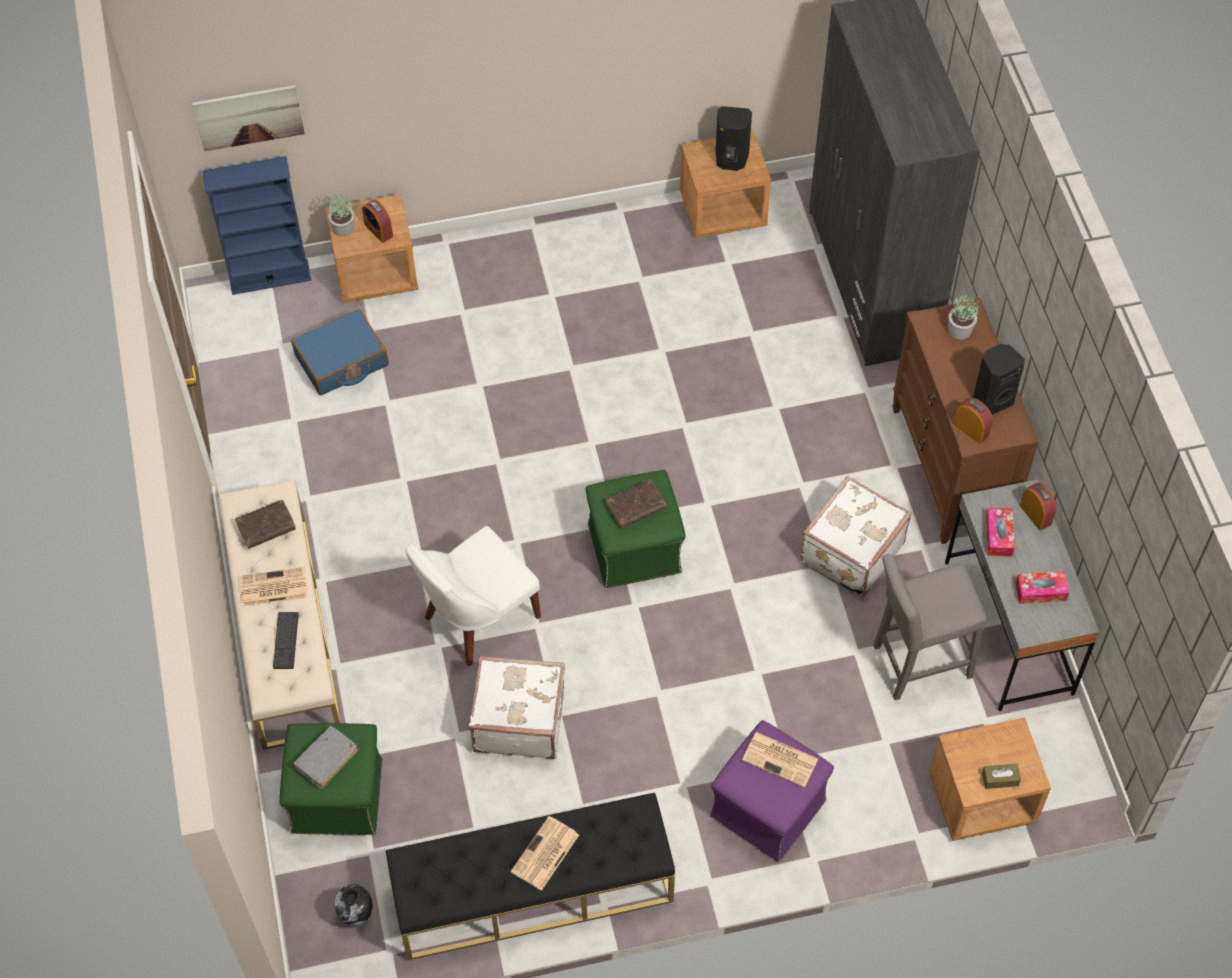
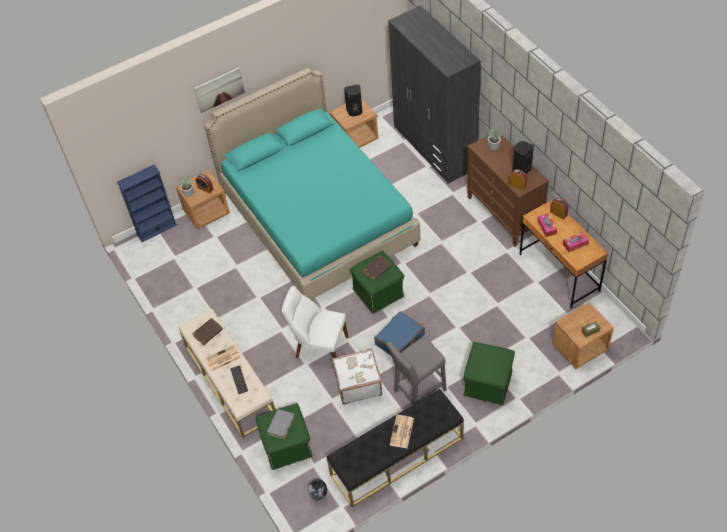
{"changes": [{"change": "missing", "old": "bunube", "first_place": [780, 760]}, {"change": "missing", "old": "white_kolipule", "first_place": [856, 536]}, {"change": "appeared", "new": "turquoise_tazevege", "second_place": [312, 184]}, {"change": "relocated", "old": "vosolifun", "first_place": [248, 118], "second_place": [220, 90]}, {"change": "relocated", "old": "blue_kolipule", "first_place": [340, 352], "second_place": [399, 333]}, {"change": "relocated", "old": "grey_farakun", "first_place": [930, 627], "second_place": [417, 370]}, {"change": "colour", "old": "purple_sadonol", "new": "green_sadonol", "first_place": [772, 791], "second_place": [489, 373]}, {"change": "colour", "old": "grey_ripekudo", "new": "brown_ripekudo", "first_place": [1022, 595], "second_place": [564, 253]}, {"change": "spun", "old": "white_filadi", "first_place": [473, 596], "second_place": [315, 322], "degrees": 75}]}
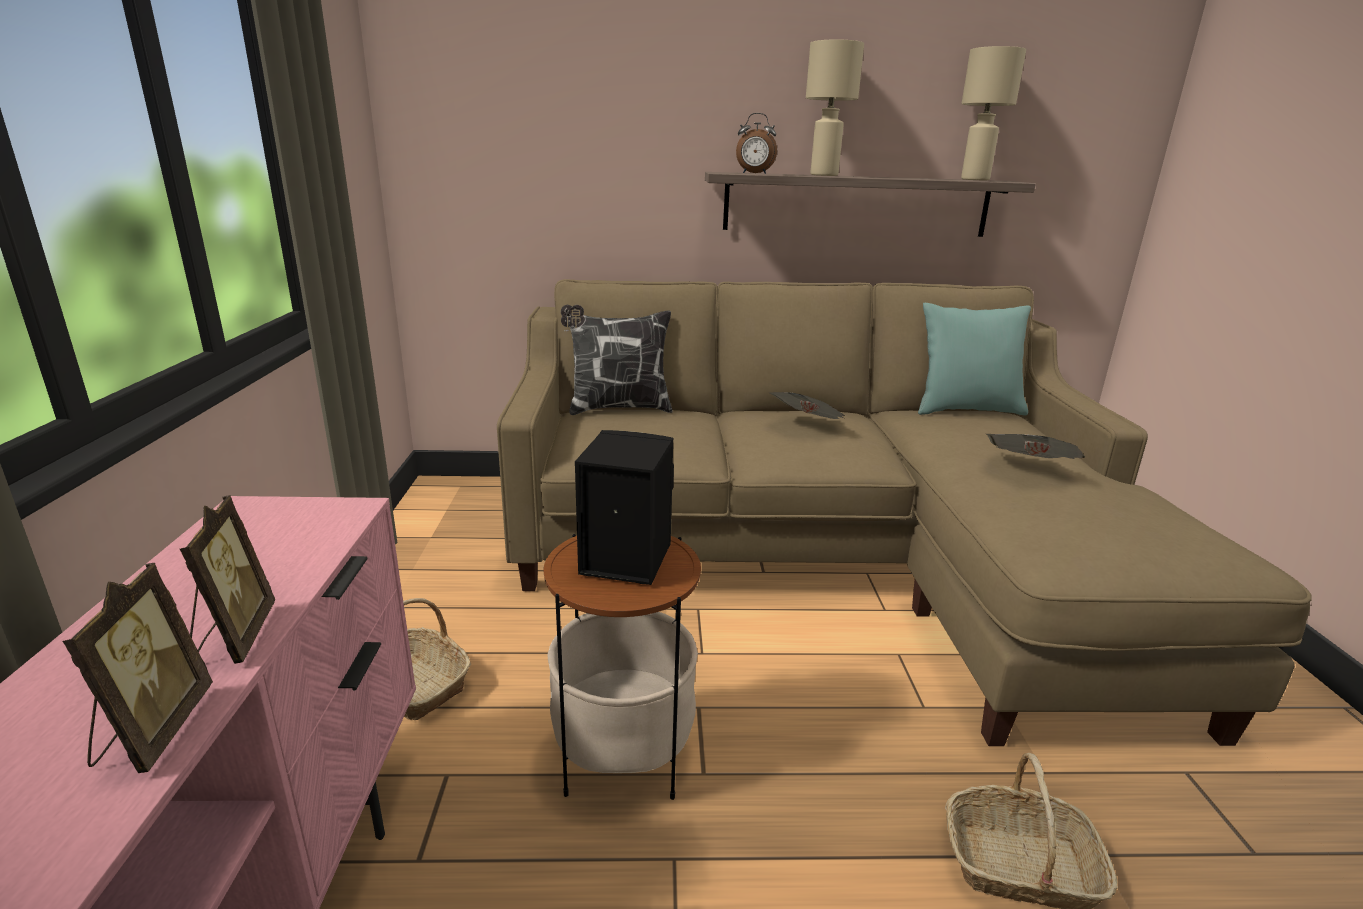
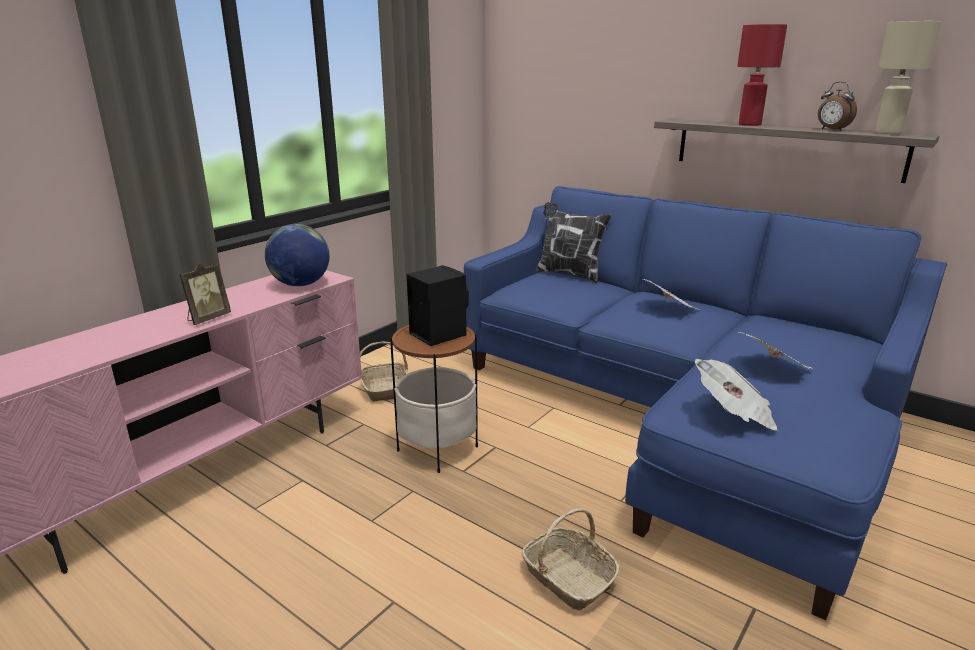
{"changes": [{"change": "missing", "old": "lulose", "first_place": [227, 579]}, {"change": "missing", "old": "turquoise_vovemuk", "first_place": [974, 359]}, {"change": "appeared", "new": "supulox", "second_place": [297, 255]}, {"change": "appeared", "new": "bunube", "second_place": [736, 395]}, {"change": "relocated", "old": "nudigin", "first_place": [756, 143], "second_place": [837, 106]}, {"change": "colour", "old": "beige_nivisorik", "new": "blue_nivisorik", "first_place": [904, 512], "second_place": [705, 403]}, {"change": "colour", "old": "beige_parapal", "new": "red_parapal", "first_place": [835, 107], "second_place": [762, 75]}]}
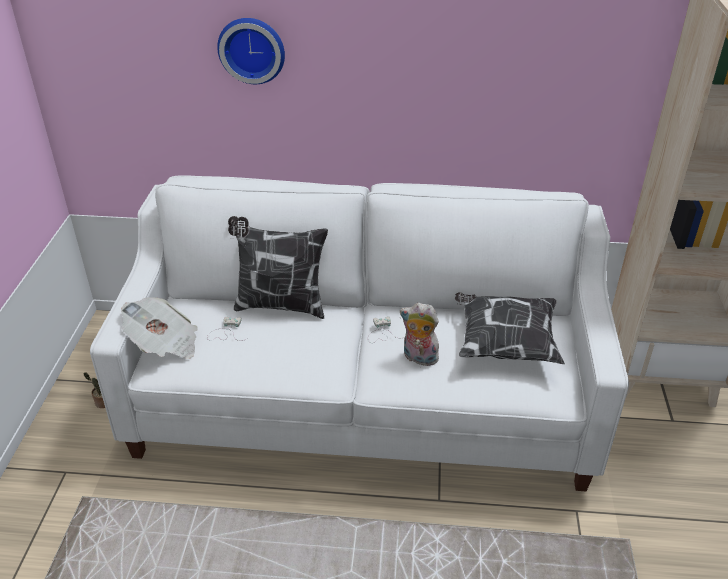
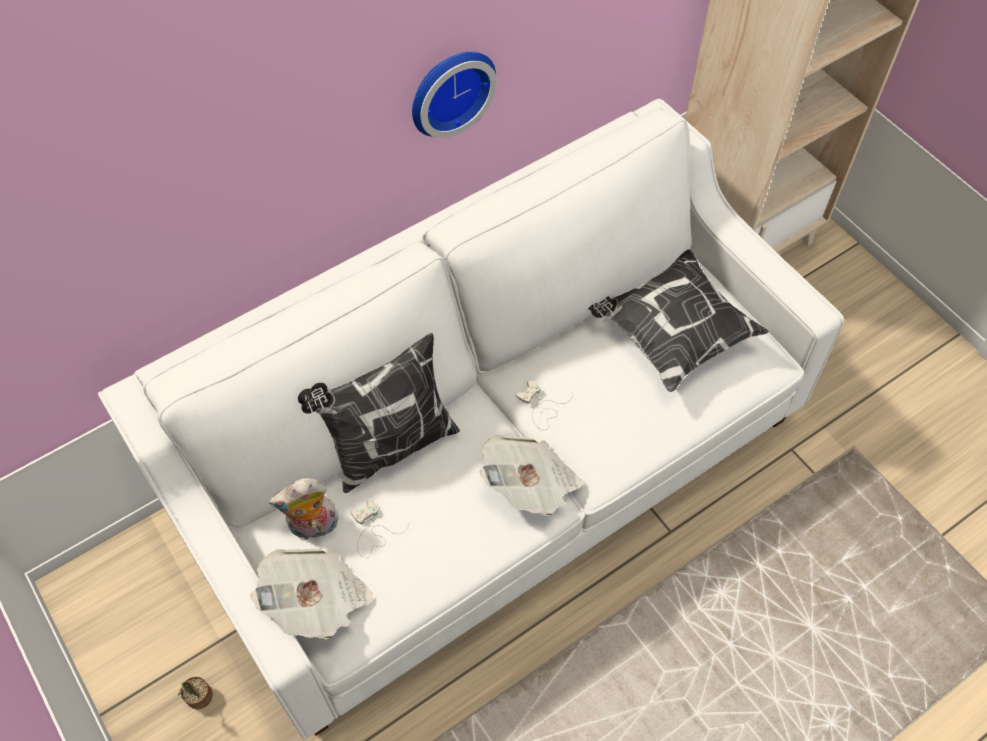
{"changes": [{"change": "appeared", "new": "bunube", "second_place": [531, 475]}, {"change": "relocated", "old": "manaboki", "first_place": [251, 51], "second_place": [454, 95]}, {"change": "relocated", "old": "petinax", "first_place": [419, 334], "second_place": [304, 508]}]}
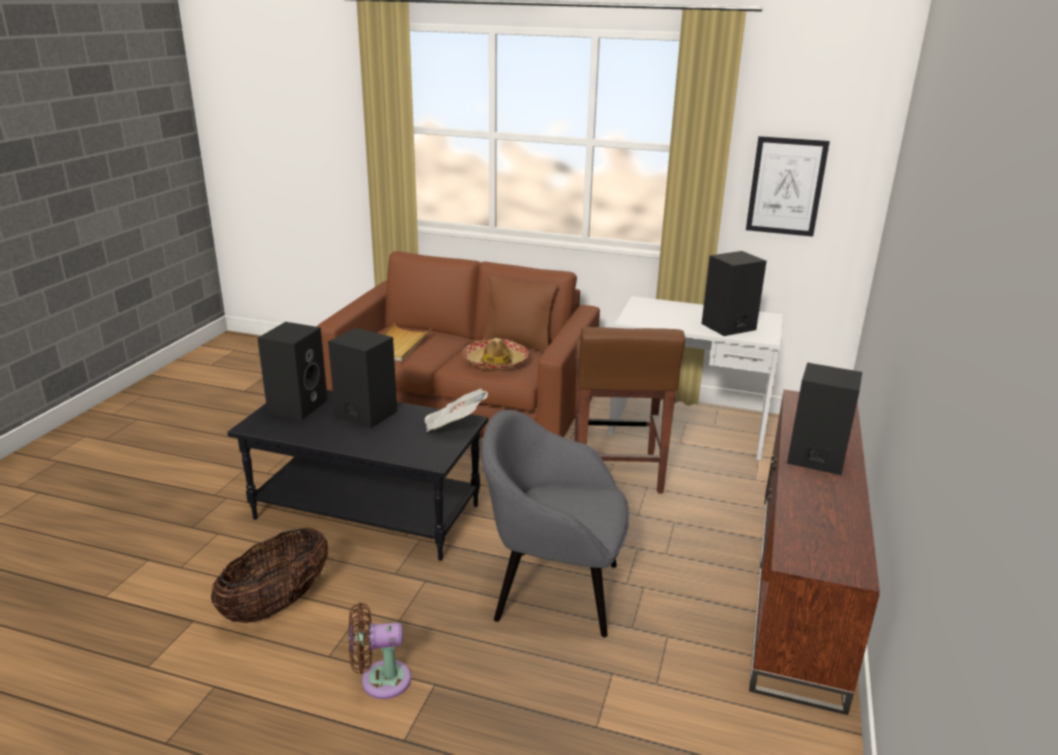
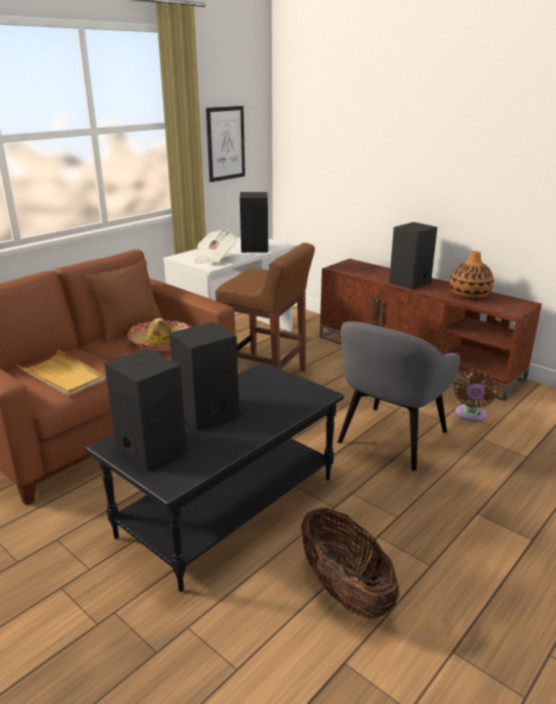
{"changes": [{"change": "appeared", "new": "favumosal", "second_place": [472, 275]}, {"change": "relocated", "old": "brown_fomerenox", "first_place": [380, 651], "second_place": [476, 395]}, {"change": "relocated", "old": "bunube", "first_place": [456, 410], "second_place": [215, 246]}]}
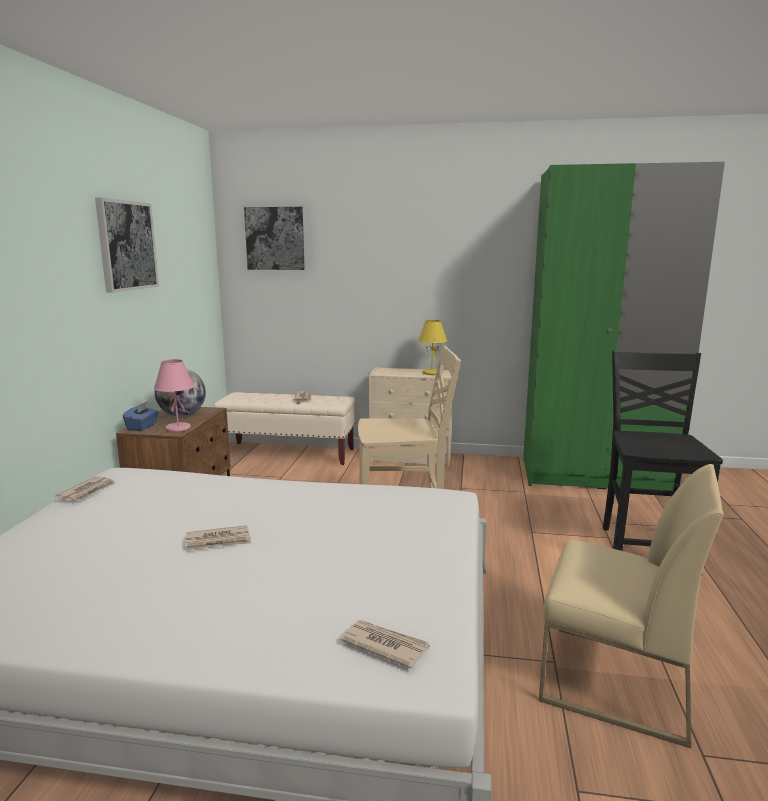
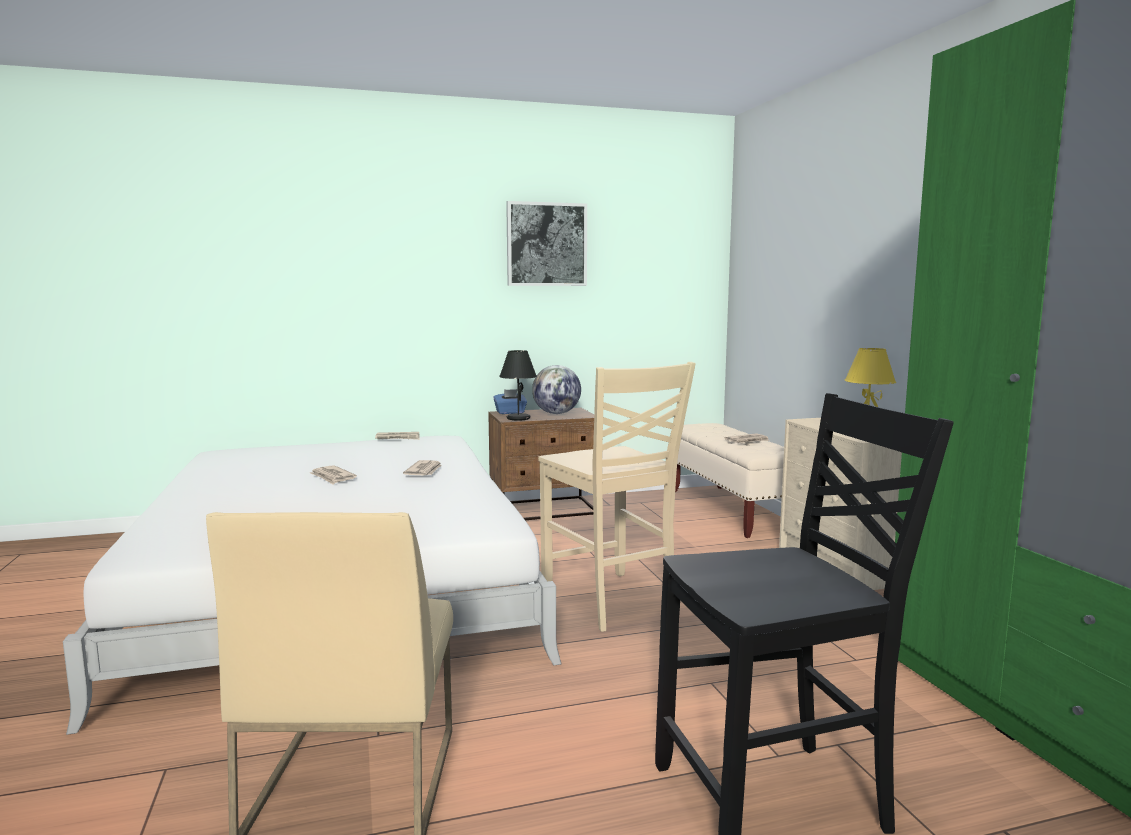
{"changes": [{"change": "missing", "old": "vosolifun", "first_place": [274, 238]}, {"change": "relocated", "old": "bunube", "first_place": [385, 644], "second_place": [422, 467]}, {"change": "colour", "old": "pink_parapal", "new": "black_parapal", "first_place": [174, 395], "second_place": [518, 385]}]}
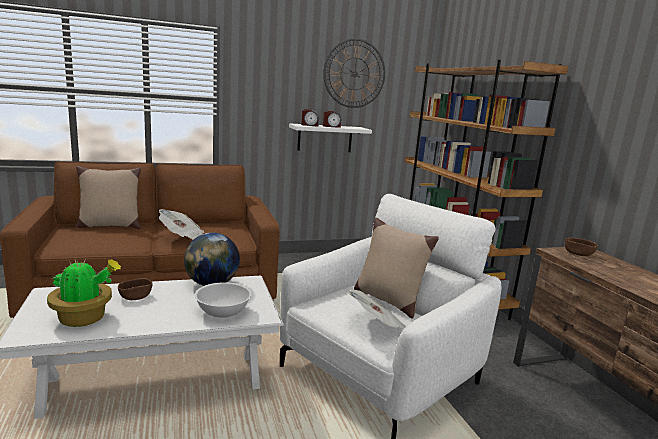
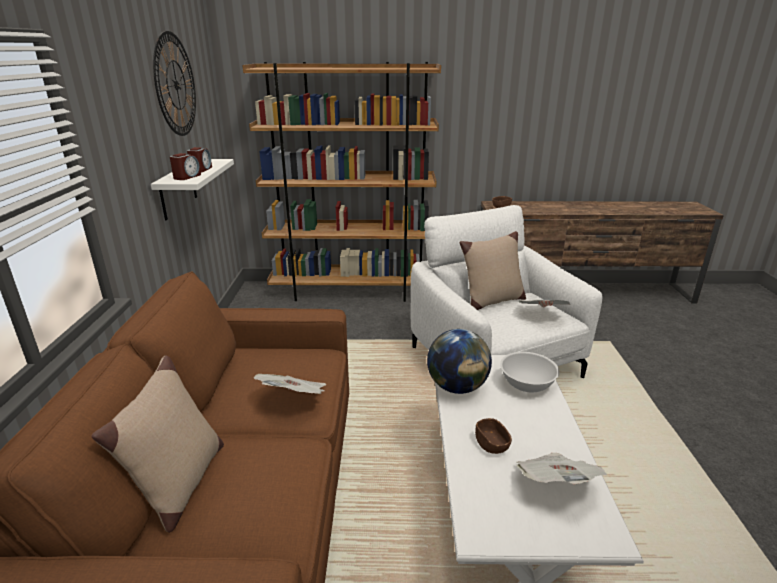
{"changes": [{"change": "exchanged", "old": "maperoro", "new": "bunube", "first_place": [84, 293], "second_place": [561, 468]}]}
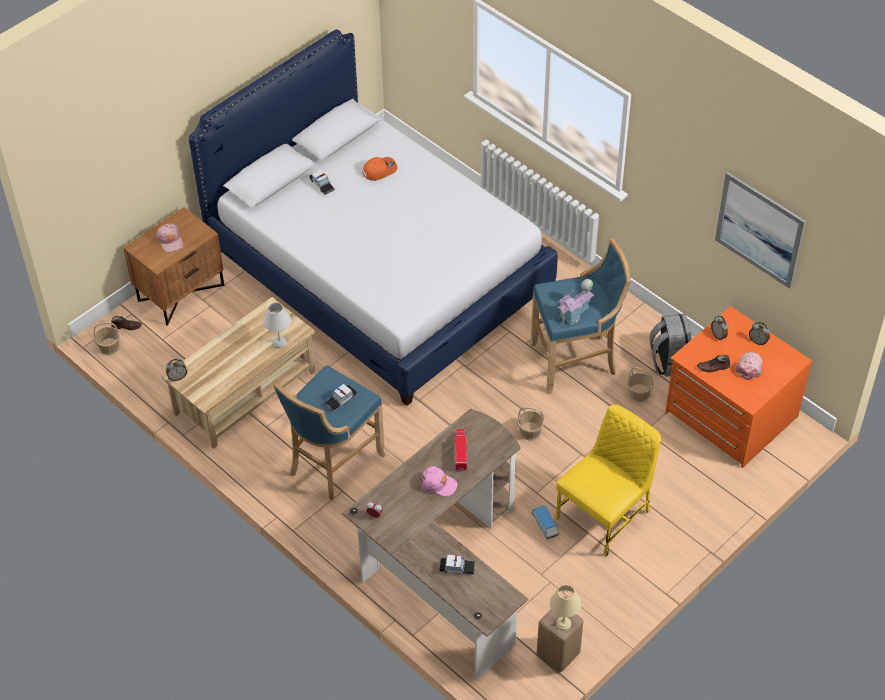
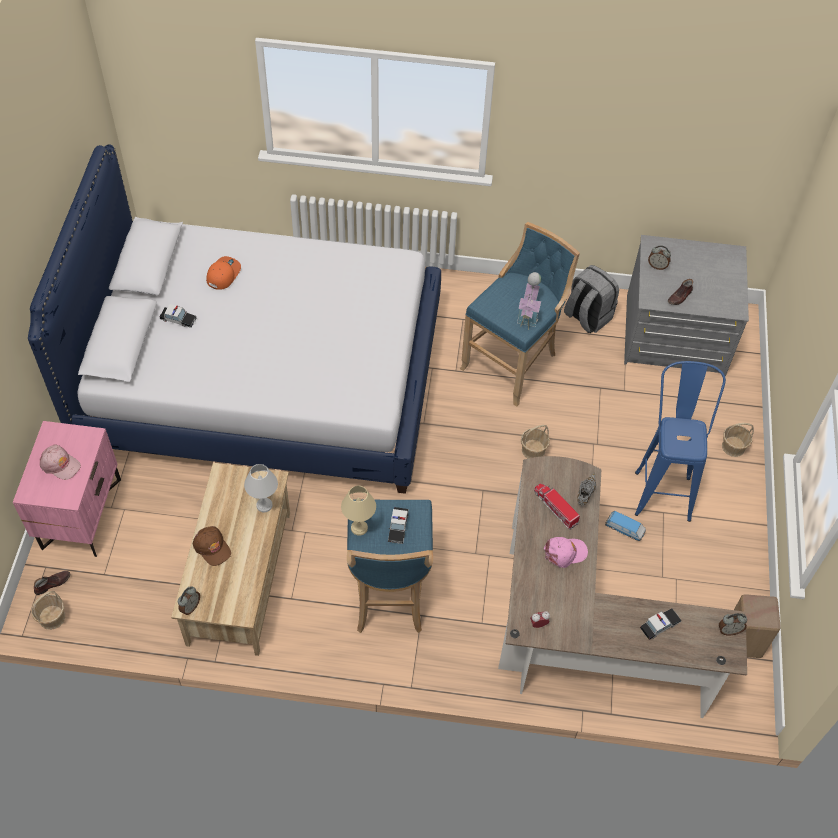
{"changes": [{"change": "missing", "old": "vosolifun", "first_place": [760, 230]}, {"change": "missing", "old": "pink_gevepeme", "first_place": [749, 366]}, {"change": "appeared", "new": "brown_gevepeme", "second_place": [212, 546]}, {"change": "appeared", "new": "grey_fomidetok", "second_place": [586, 489]}, {"change": "relocated", "old": "beige_parapal", "first_place": [565, 608], "second_place": [358, 511]}, {"change": "relocated", "old": "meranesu", "first_place": [640, 384], "second_place": [738, 440]}, {"change": "relocated", "old": "nudigin", "first_place": [759, 333], "second_place": [733, 624]}, {"change": "exchanged", "old": "yellow_filadi", "new": "blue_farakun", "first_place": [608, 481], "second_place": [680, 441]}, {"change": "colour", "old": "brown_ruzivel", "new": "pink_ruzivel", "first_place": [173, 266], "second_place": [67, 489]}, {"change": "colour", "old": "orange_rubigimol", "new": "grey_rubigimol", "first_place": [738, 387], "second_place": [686, 305]}]}
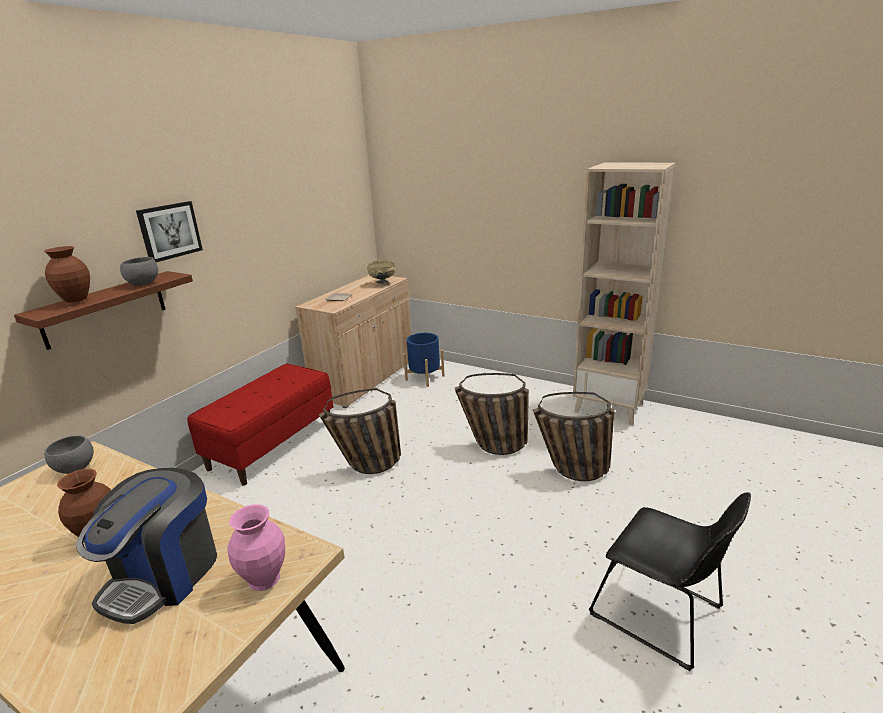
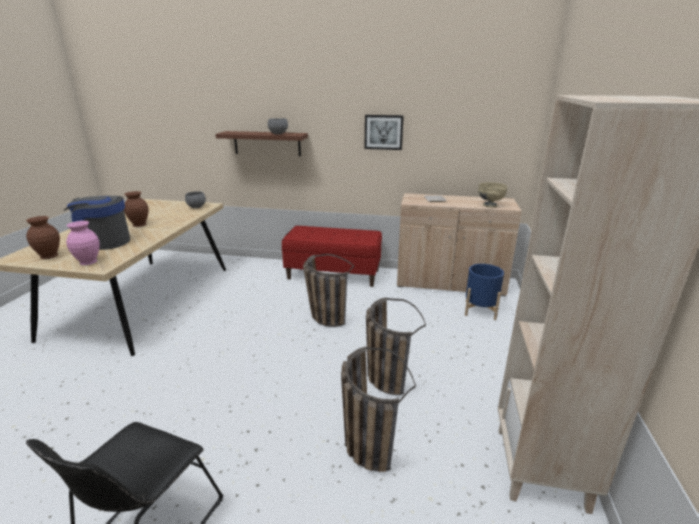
{"changes": [{"change": "relocated", "old": "brown_favumosal", "first_place": [67, 275], "second_place": [43, 237]}, {"change": "relocated", "old": "vosolifun", "first_place": [169, 231], "second_place": [384, 132]}]}
